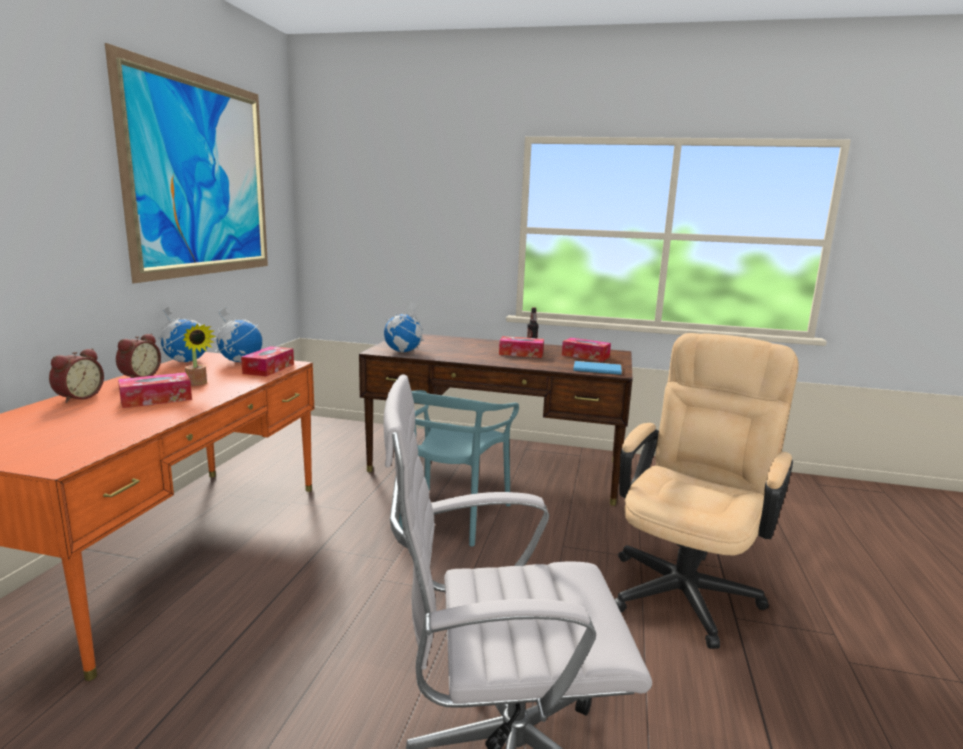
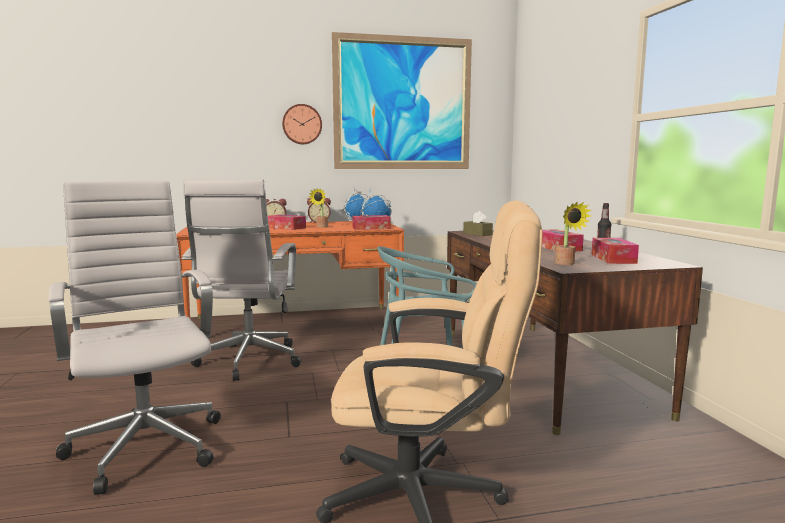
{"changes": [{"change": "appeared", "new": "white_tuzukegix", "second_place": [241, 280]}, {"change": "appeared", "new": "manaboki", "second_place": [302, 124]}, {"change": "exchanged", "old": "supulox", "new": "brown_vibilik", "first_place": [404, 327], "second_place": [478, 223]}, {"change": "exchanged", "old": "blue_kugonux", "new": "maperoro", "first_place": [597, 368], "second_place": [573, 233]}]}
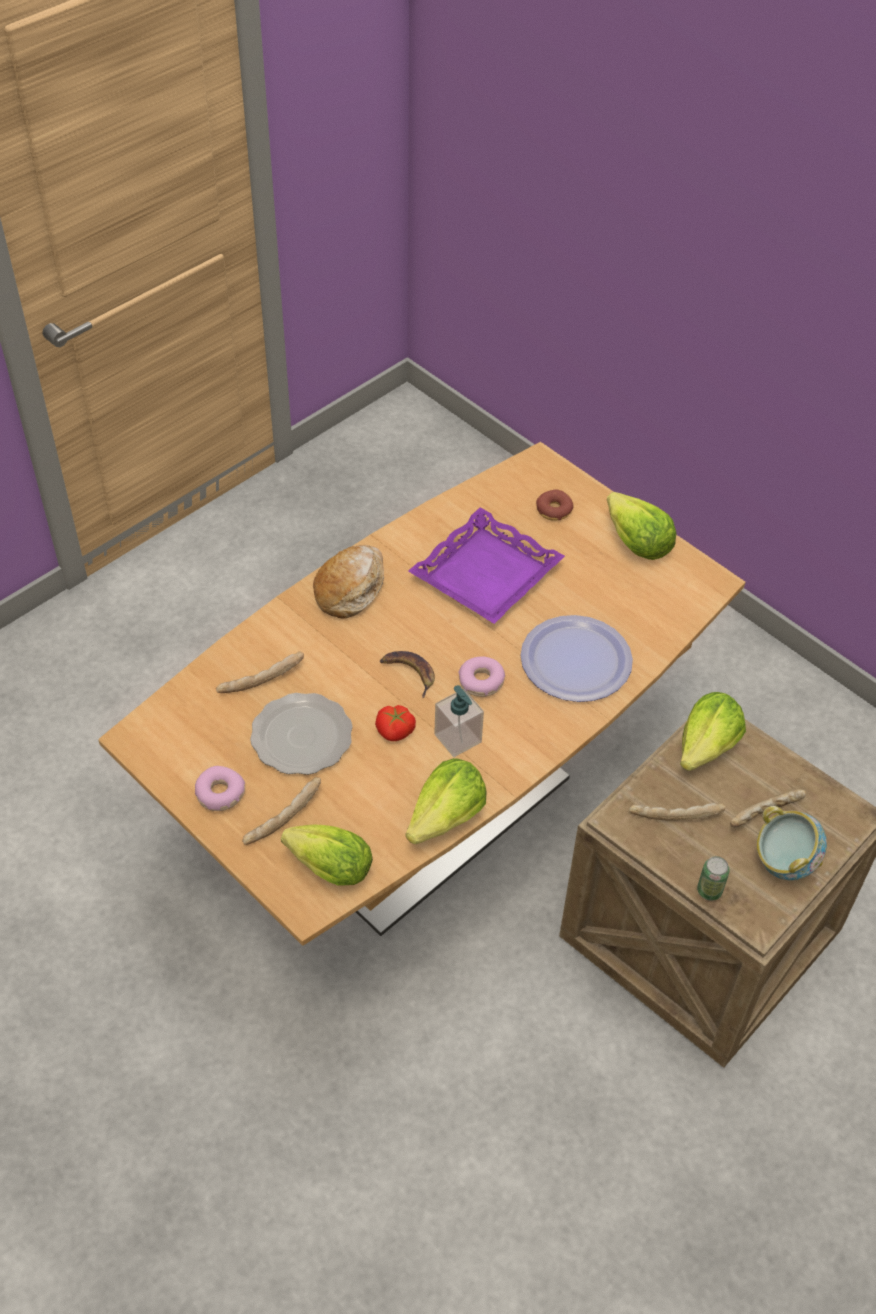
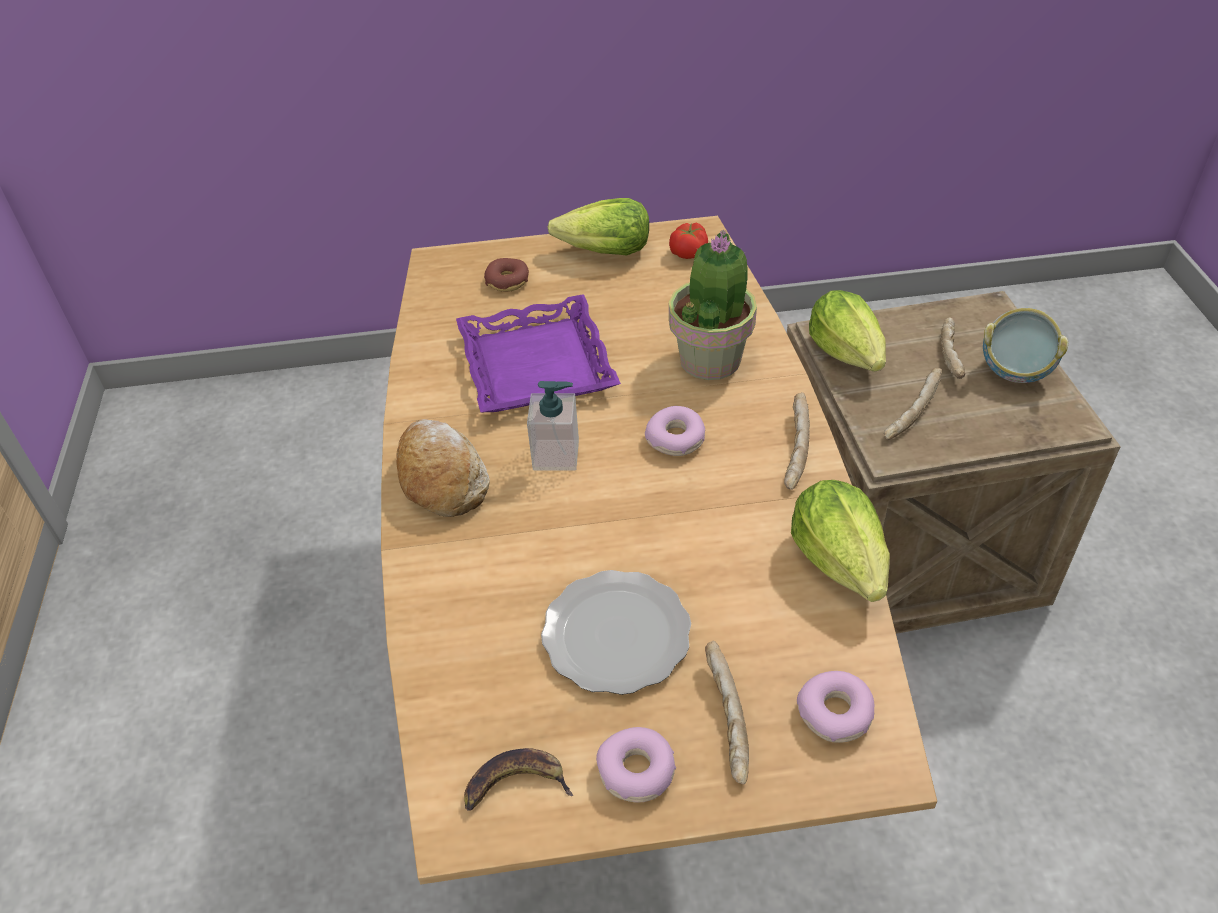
{"changes": [{"change": "missing", "old": "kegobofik", "first_place": [713, 878]}, {"change": "relocated", "old": "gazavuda", "first_place": [260, 672], "second_place": [797, 441]}, {"change": "relocated", "old": "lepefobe", "first_place": [395, 723], "second_place": [688, 241]}, {"change": "relocated", "old": "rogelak", "first_place": [407, 674], "second_place": [518, 779]}, {"change": "relocated", "old": "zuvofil", "first_place": [459, 721], "second_place": [553, 425]}, {"change": "exchanged", "old": "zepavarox", "new": "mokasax", "first_place": [327, 855], "second_place": [835, 707]}, {"change": "exchanged", "old": "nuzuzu", "new": "maperoro", "first_place": [577, 658], "second_place": [713, 305]}]}
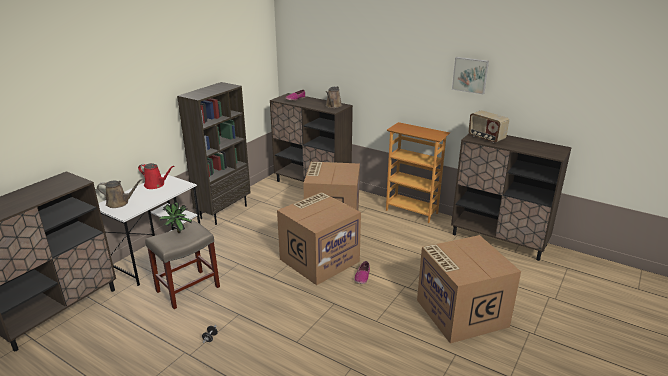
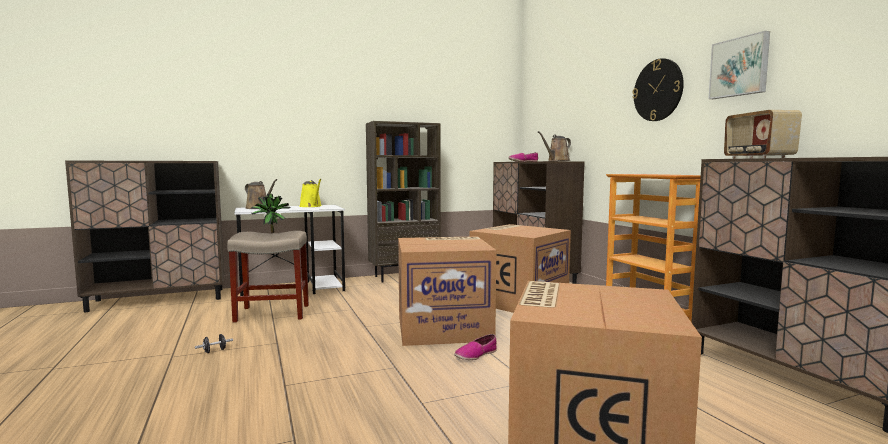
{"changes": [{"change": "appeared", "new": "manaboki", "second_place": [658, 89]}, {"change": "colour", "old": "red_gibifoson", "new": "yellow_gibifoson", "first_place": [156, 176], "second_place": [310, 193]}]}
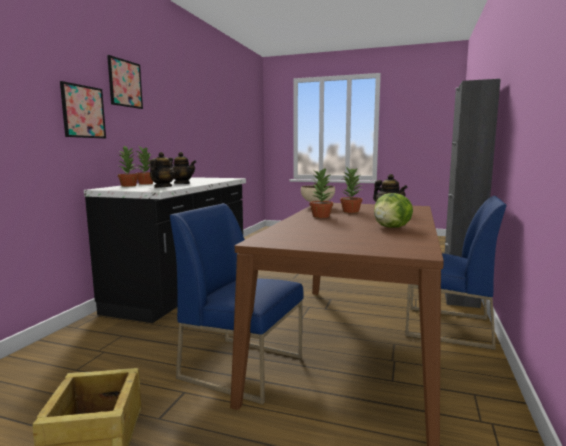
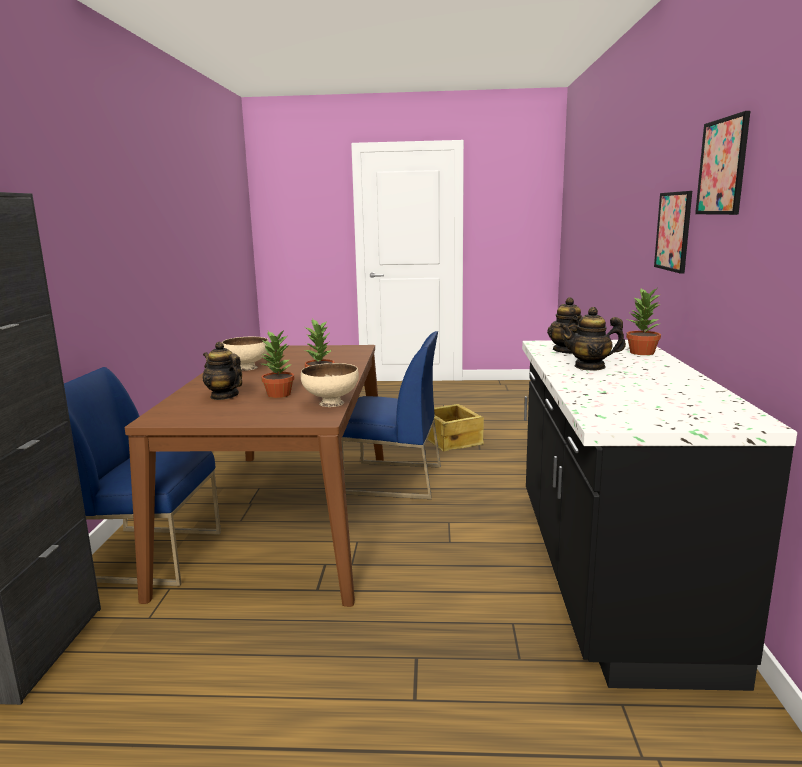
{"changes": [{"change": "missing", "old": "maperoro", "first_place": [144, 166]}, {"change": "exchanged", "old": "zepavarox", "new": "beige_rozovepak", "first_place": [393, 210], "second_place": [245, 353]}]}
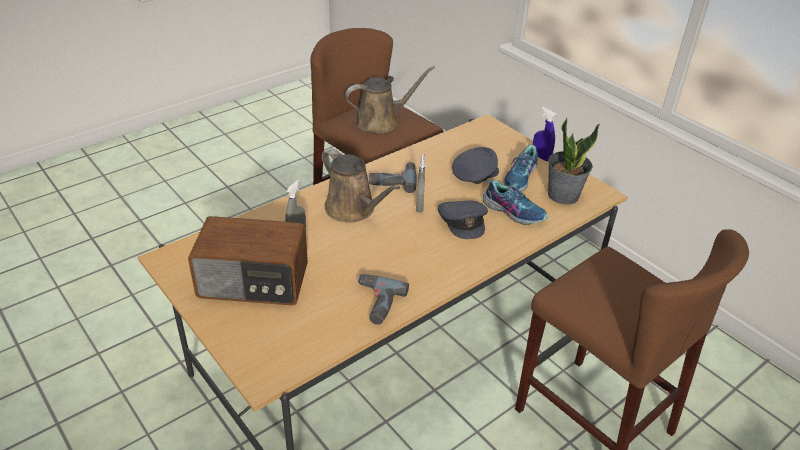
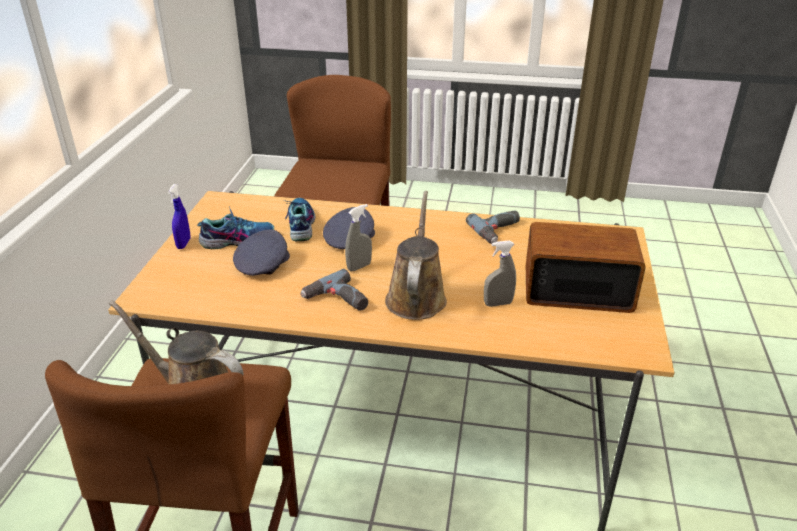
{"changes": [{"change": "missing", "old": "maperoro", "first_place": [574, 161]}, {"change": "spun", "old": "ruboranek", "first_place": [248, 260], "second_place": [586, 267], "degrees": -45}, {"change": "spun", "old": "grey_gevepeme", "first_place": [475, 165], "second_place": [261, 253], "degrees": 105}]}
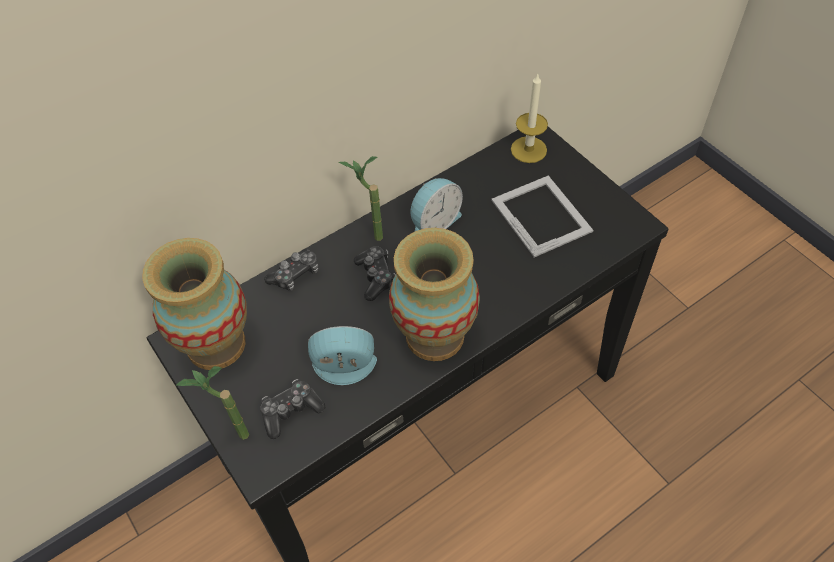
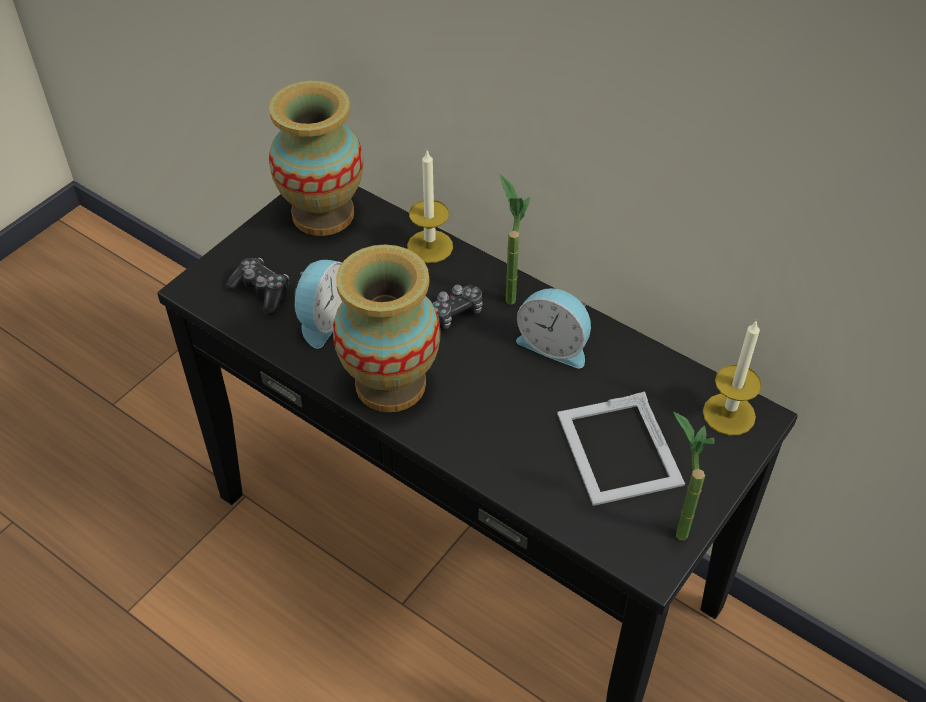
{"changes": [{"change": "relocated", "old": "maperoro", "first_place": [212, 403], "second_place": [694, 476]}, {"change": "exchanged", "old": "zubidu", "new": "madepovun", "first_place": [291, 270], "second_place": [430, 206]}, {"change": "spun", "old": "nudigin", "first_place": [342, 355], "second_place": [318, 304], "degrees": 45}, {"change": "spun", "old": "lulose", "first_place": [542, 216], "second_place": [621, 448], "degrees": 120}]}
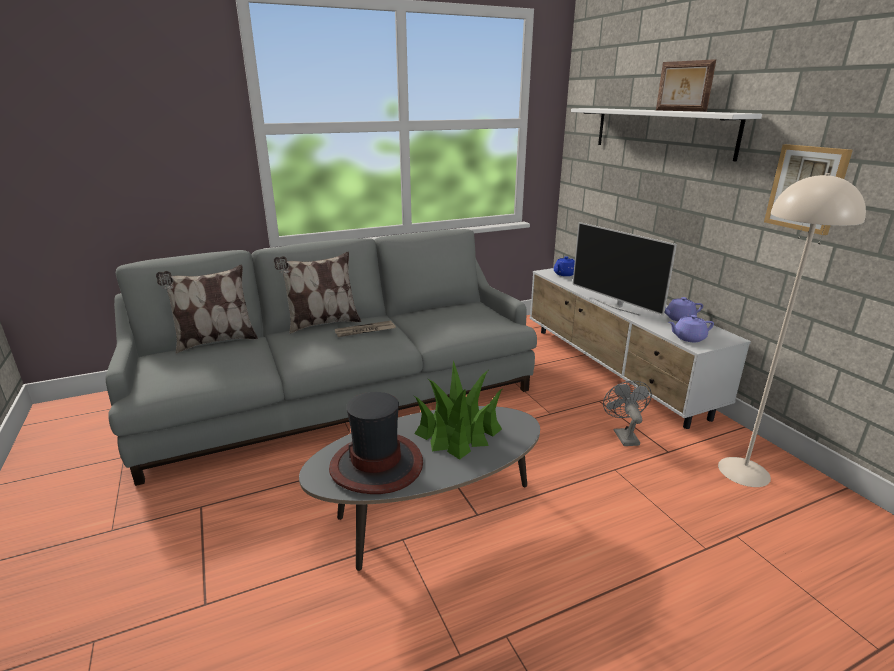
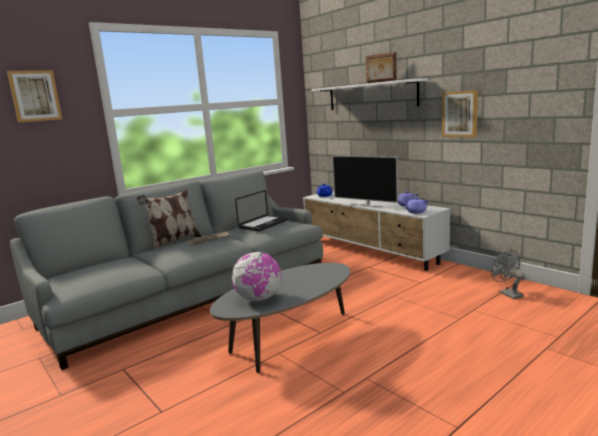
{"changes": [{"change": "missing", "old": "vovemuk", "first_place": [207, 309]}, {"change": "missing", "old": "maperoro", "first_place": [458, 410]}, {"change": "missing", "old": "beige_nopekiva", "first_place": [792, 330]}, {"change": "appeared", "new": "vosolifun", "second_place": [34, 96]}, {"change": "appeared", "new": "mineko", "second_place": [261, 210]}, {"change": "relocated", "old": "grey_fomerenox", "first_place": [627, 413], "second_place": [508, 274]}, {"change": "exchanged", "old": "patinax", "new": "supulox", "first_place": [376, 443], "second_place": [256, 276]}]}
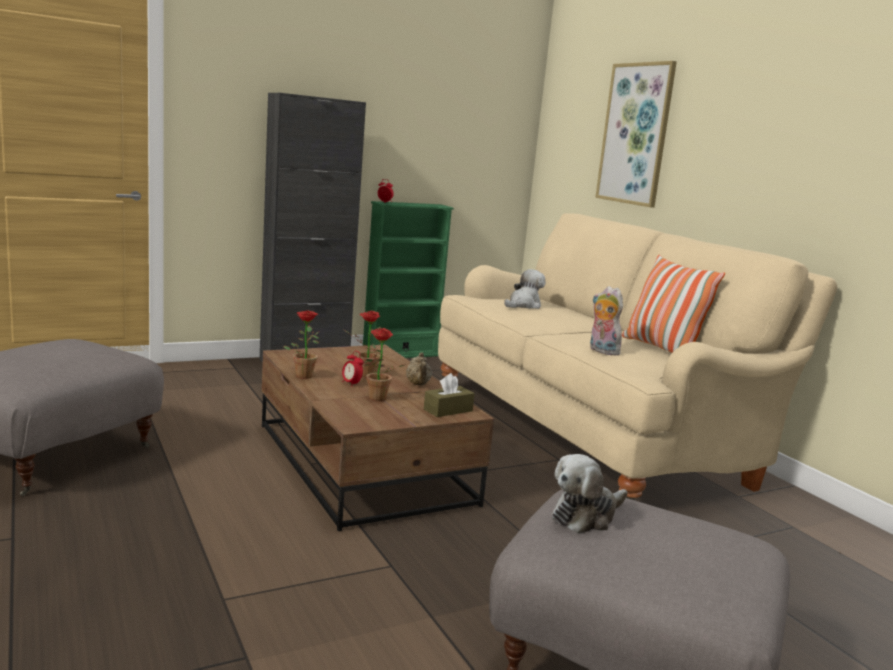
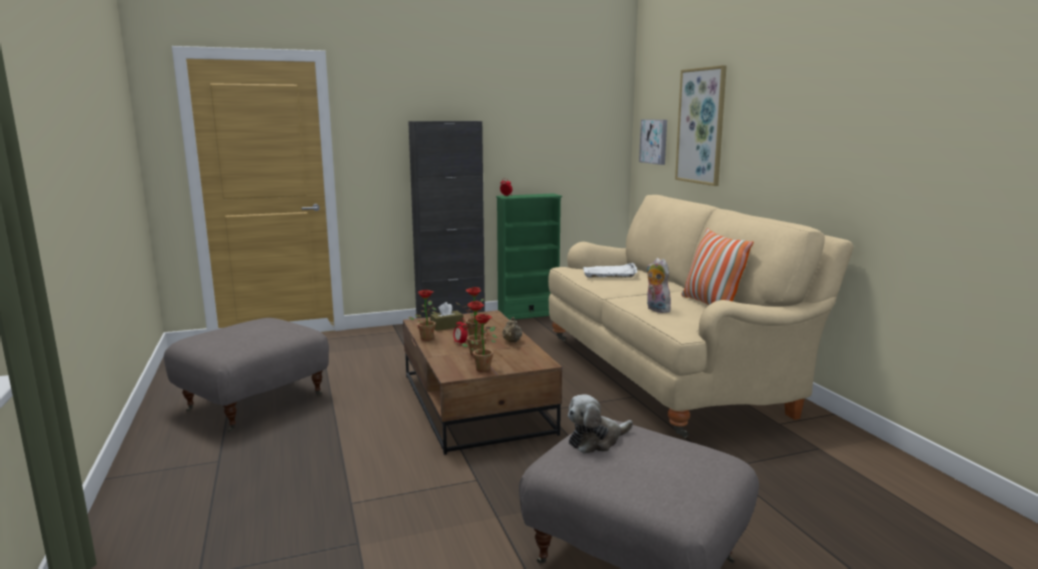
{"changes": [{"change": "appeared", "new": "maperoro", "second_place": [479, 343]}, {"change": "appeared", "new": "vosolifun", "second_place": [653, 142]}, {"change": "relocated", "old": "brown_vibilik", "first_place": [449, 395], "second_place": [446, 316]}, {"change": "exchanged", "old": "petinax", "new": "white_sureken", "first_place": [524, 289], "second_place": [610, 270]}]}
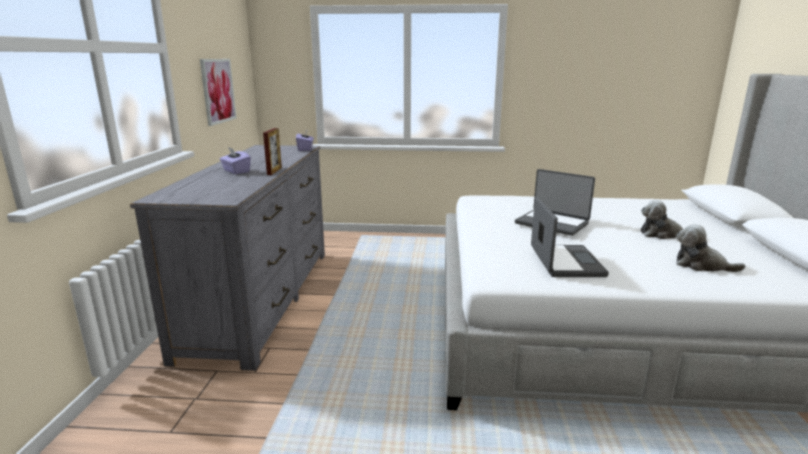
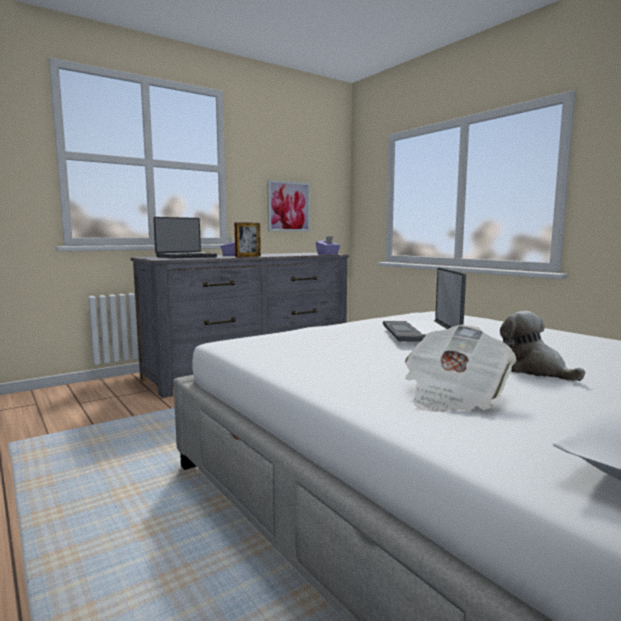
{"changes": [{"change": "relocated", "old": "mineko", "first_place": [570, 237], "second_place": [185, 238]}, {"change": "exchanged", "old": "petinax", "new": "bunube", "first_place": [711, 248], "second_place": [460, 368]}]}
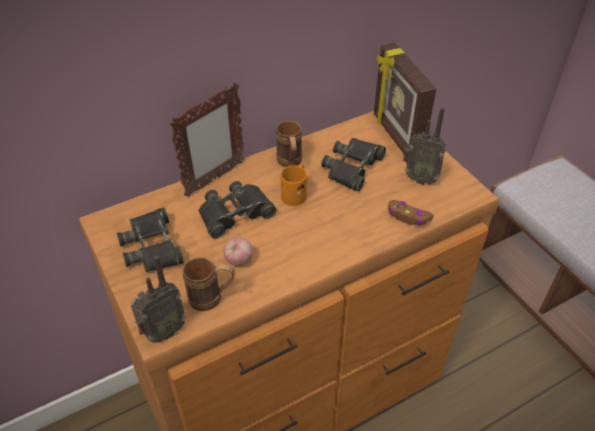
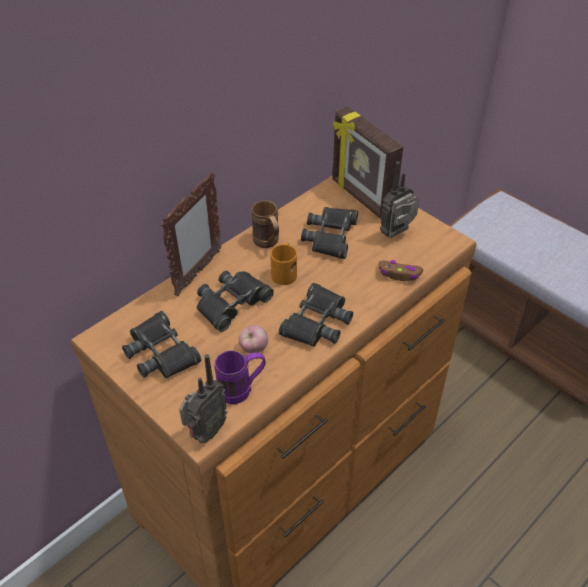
{"changes": [{"change": "appeared", "new": "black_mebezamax", "second_place": [316, 315]}, {"change": "colour", "old": "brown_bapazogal", "new": "purple_bapazogal", "first_place": [209, 284], "second_place": [240, 377]}, {"change": "spun", "old": "ruboranek", "first_place": [424, 146], "second_place": [399, 199], "degrees": 135}]}
